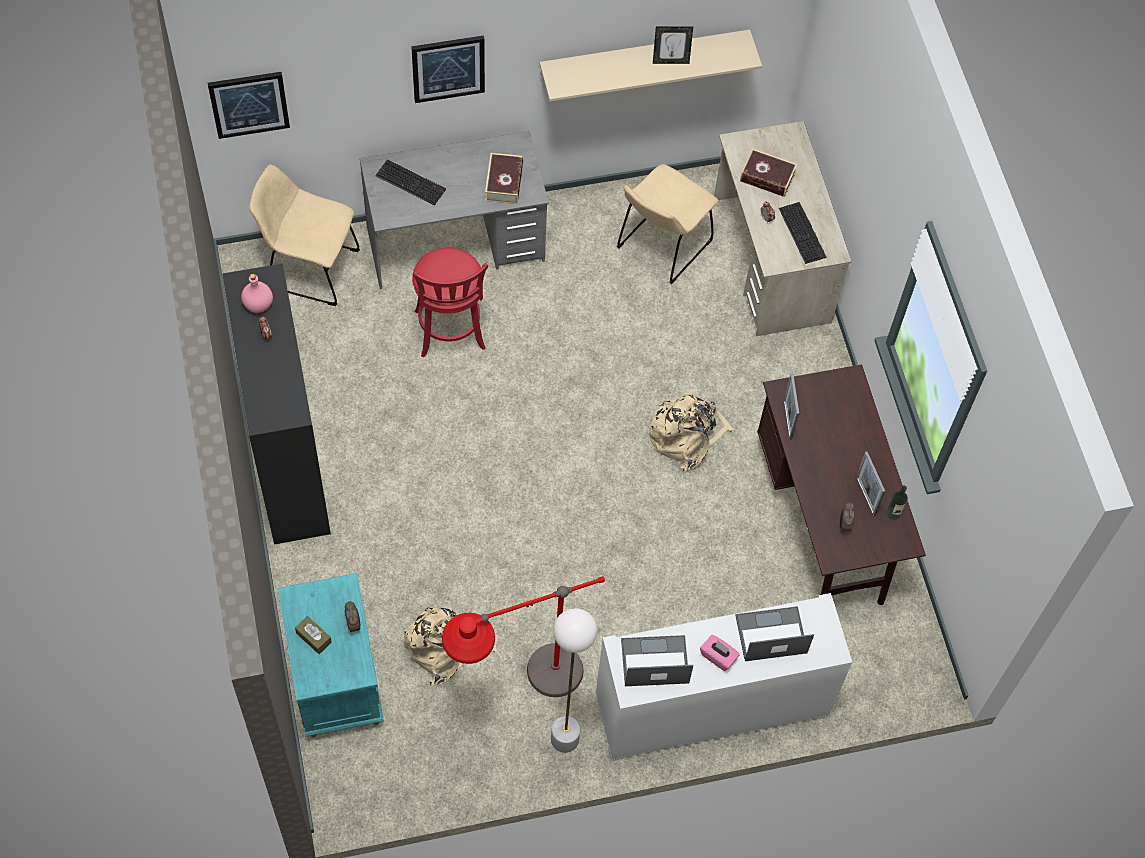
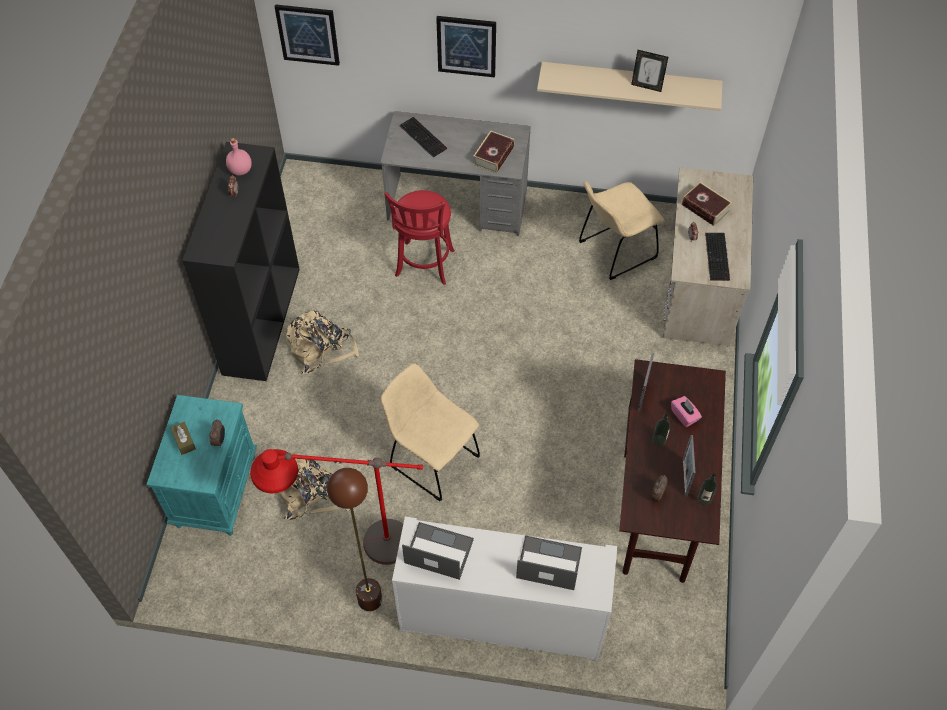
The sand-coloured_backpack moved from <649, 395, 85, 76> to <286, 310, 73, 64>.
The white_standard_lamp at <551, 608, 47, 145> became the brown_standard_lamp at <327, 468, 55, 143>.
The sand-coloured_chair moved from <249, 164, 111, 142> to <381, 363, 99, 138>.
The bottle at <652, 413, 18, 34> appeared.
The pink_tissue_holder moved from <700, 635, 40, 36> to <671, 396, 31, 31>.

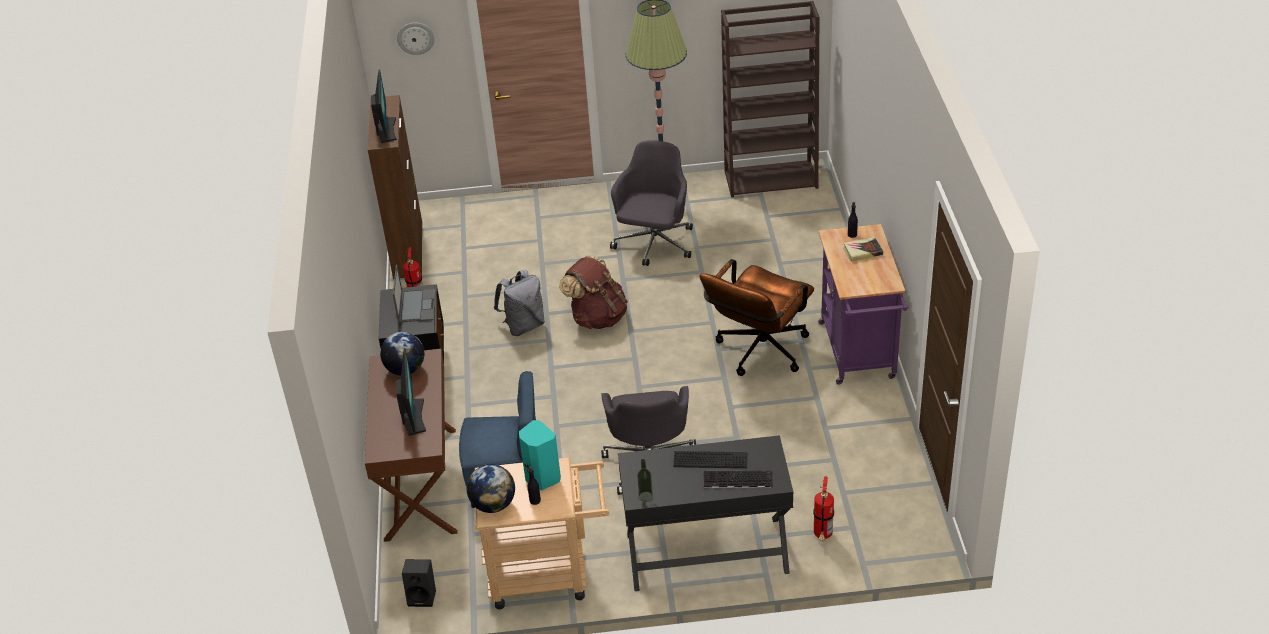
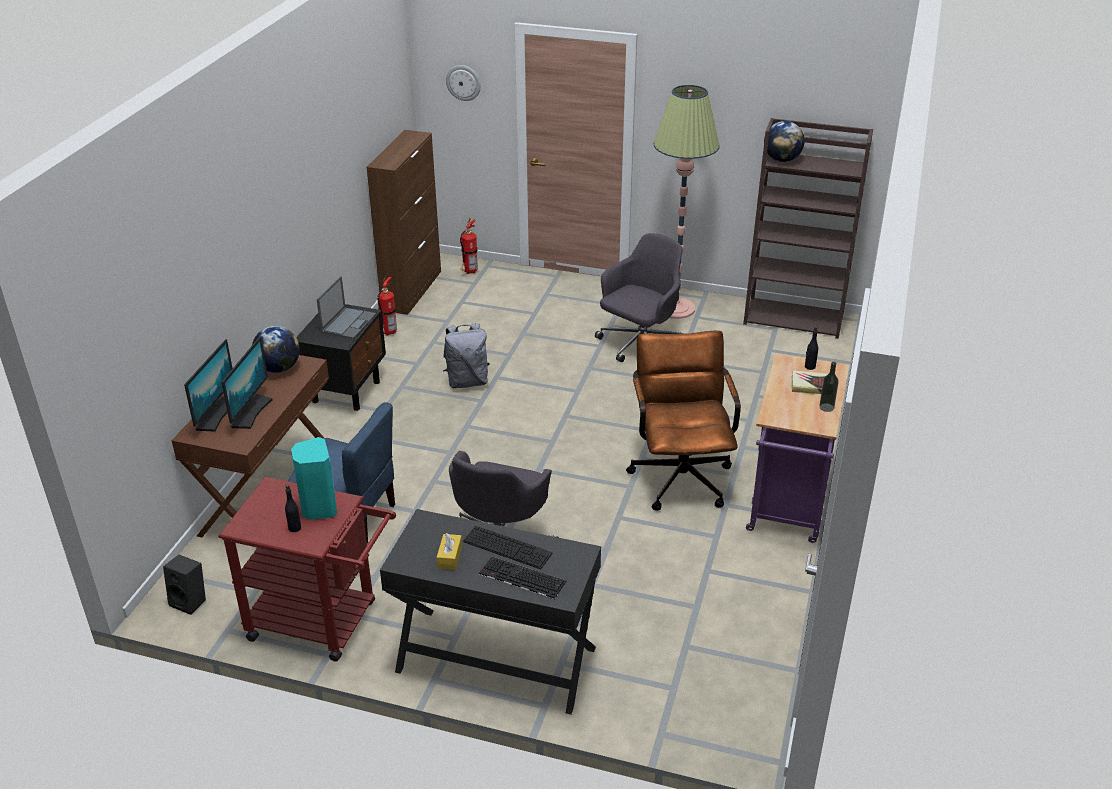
The computer_screen moved from <371, 70, 26, 73> to <184, 339, 49, 93>.
The sand-coloured_wheeled_cart at <475, 457, 135, 152> became the red-coloured_wheeled_cart at <218, 477, 178, 185>.
The yellow-coloured_tissue_holder at <437, 533, 25, 37> appeared.
The fire_extinguisher moved from <813, 477, 21, 64> to <460, 218, 18, 56>.
The brown_computer_chair at <700, 259, 114, 117> turned 120 degrees clockwise.
The world_globe moved from <467, 464, 48, 49> to <764, 121, 41, 41>.
The bottle moved from <637, 459, 16, 43> to <819, 362, 20, 50>.
The brown_backpack at <559, 255, 69, 74> disappeared.

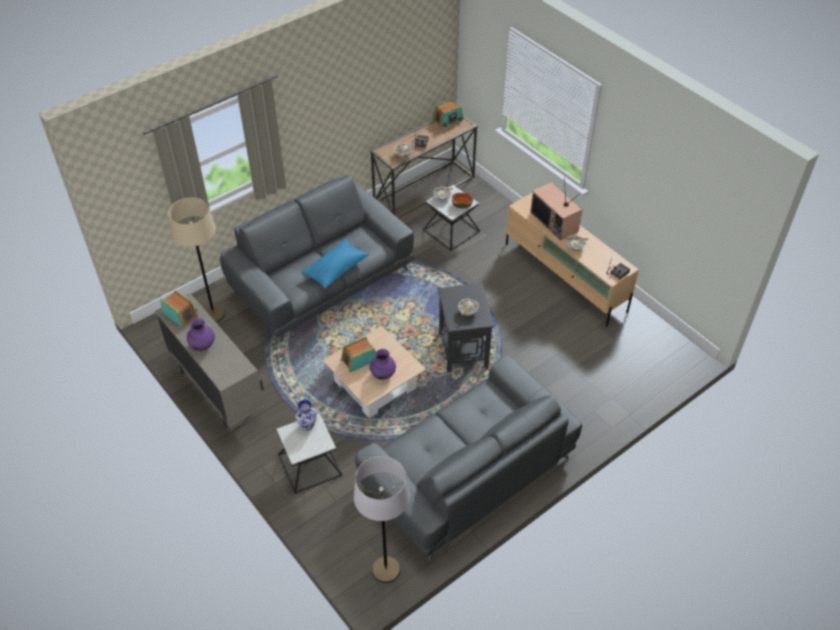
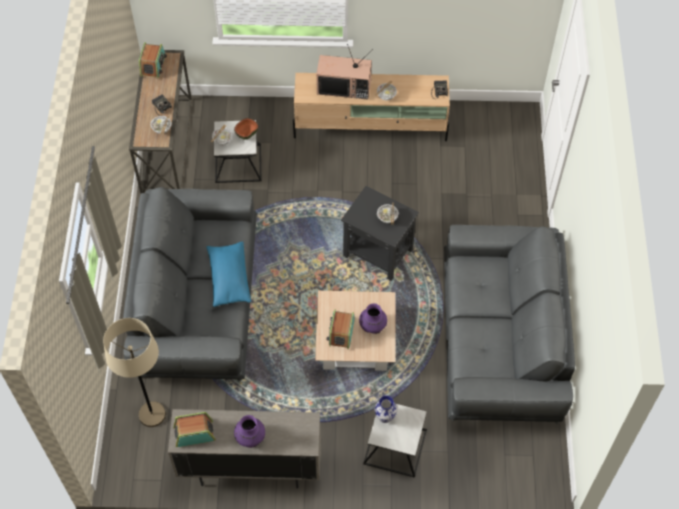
The gray_standard_lamp at <354, 456, 56, 127> disappeared.

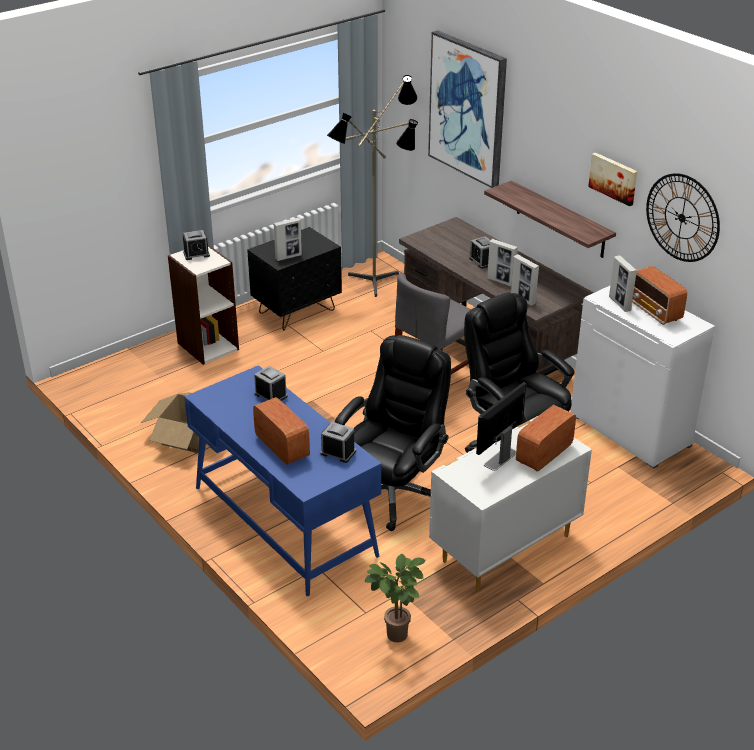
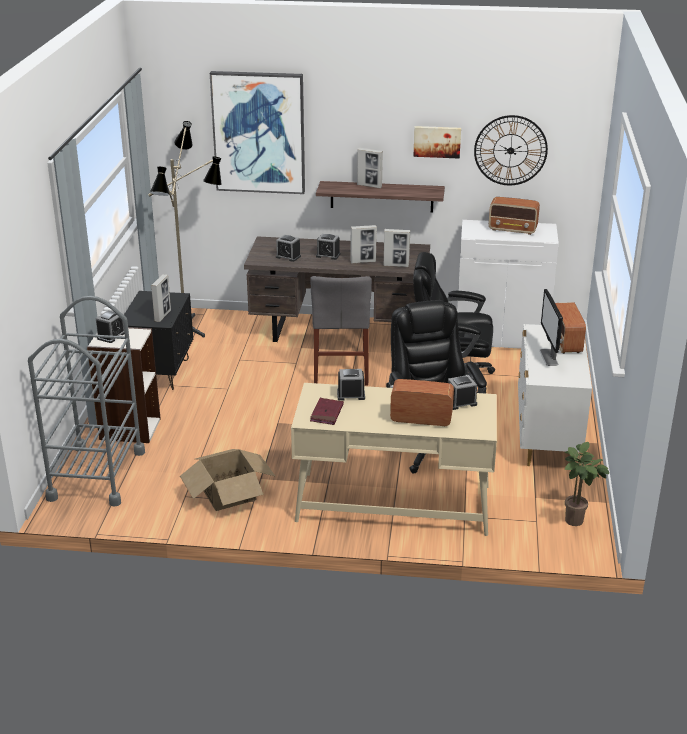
The gray_wheeled_cart at <28, 296, 117, 211> appeared.
The table_clock at <276, 235, 25, 27> appeared.
The blue-coloured_desk at <184, 365, 197, 231> became the sand-coloured_desk at <291, 383, 206, 153>.
The red-coloured_volume at <310, 398, 34, 27> appeared.
The standing_frame moved from <609, 255, 28, 57> to <357, 147, 26, 41>.

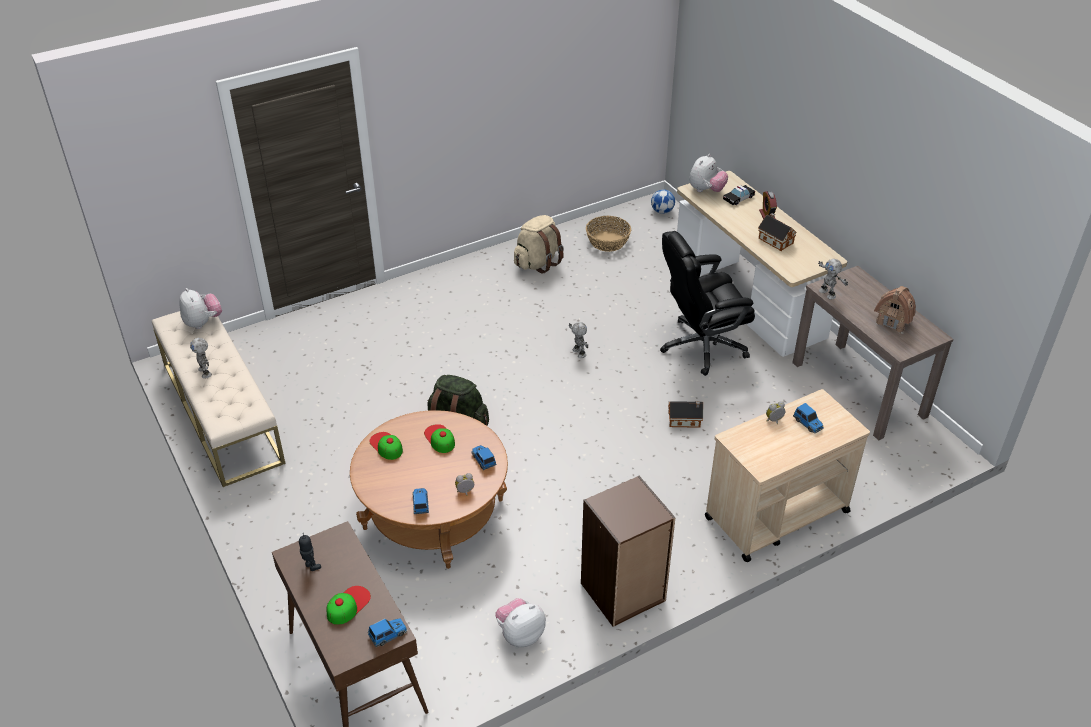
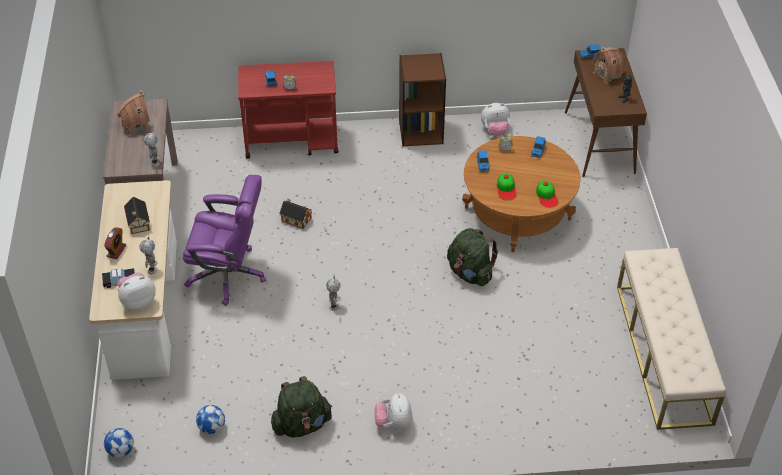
The toy_robot moved from <190, 338, 22, 41> to <139, 237, 19, 37>.
The black-coloured_computer_chair at <660, 231, 95, 145> became the purple_computer_chair at <183, 175, 83, 131>.
The storage_basket at <586, 216, 45, 36> was replaced by the ball_for_football at <196, 405, 29, 29>.
The sand-coloured_wheeled_cart at <705, 389, 165, 173> became the red-coloured_wheeled_cart at <238, 61, 100, 98>.
The sand-coloured_backpack at <514, 215, 50, 59> became the greenish_backpack at <271, 376, 61, 62>.
The plush_toy moved from <179, 288, 43, 41> to <374, 393, 38, 38>.
The baseball_cap at <327, 586, 44, 39> was replaced by the toy_house at <592, 47, 33, 37>.

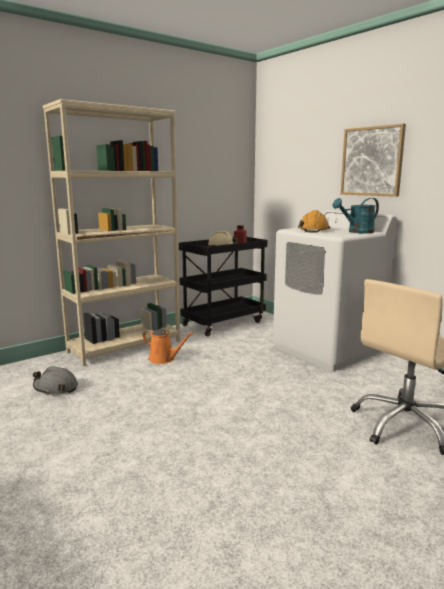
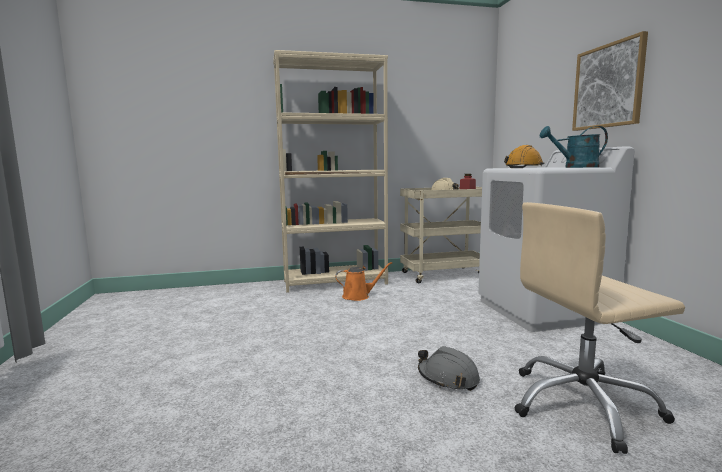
The orange_watering_pot at <143, 330, 51, 34> turned 60 degrees counterclockwise.
The black-coloured_wheeled_cart at <179, 237, 88, 99> became the sand-coloured_wheeled_cart at <400, 187, 82, 97>.
The gray_hard_hat moved from <33, 366, 45, 29> to <418, 346, 62, 45>.

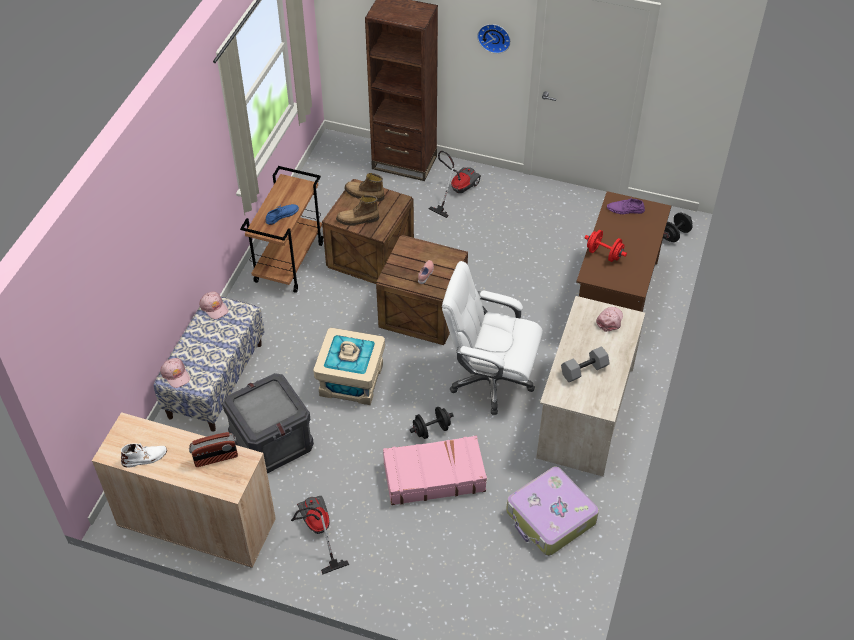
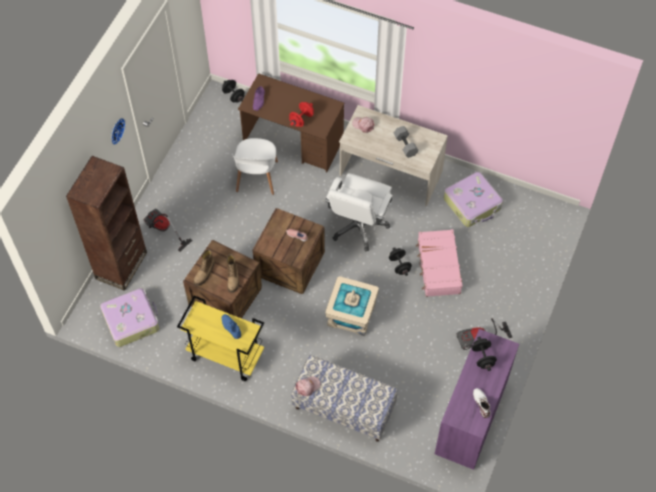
The piece_of_luggage at <100, 288, 59, 59> appeared.
The brown_wheeled_cart at <240, 166, 83, 127> became the yellow-coloured_wheeled_cart at <177, 296, 87, 85>.
The white_chair at <233, 138, 45, 57> appeared.
The sand-coloured_storage_cabinet at <92, 412, 184, 156> became the purple_storage_cabinet at <435, 329, 84, 141>.
The radio_receiver at <189, 432, 49, 35> was replaced by the black-coloured_hand_weight at <472, 336, 25, 35>.
The pink_baseball_cap at <160, 358, 30, 30> disappeared.
The shipping_crate at <222, 373, 92, 101> disappeared.

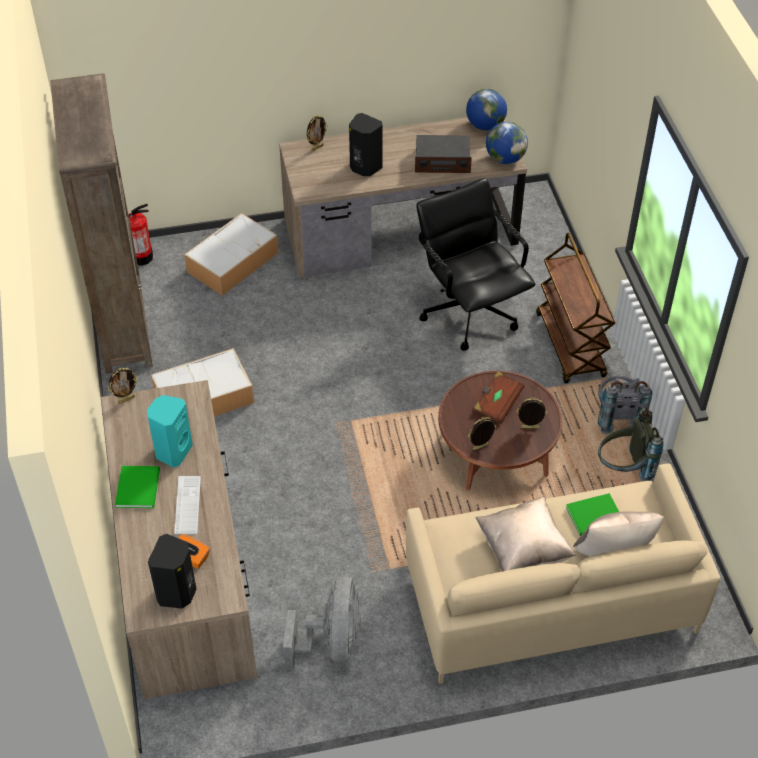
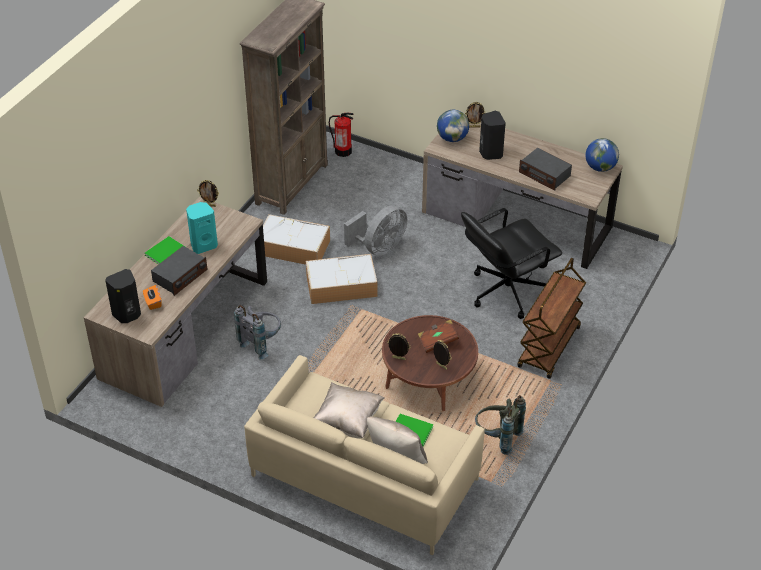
The PC_keyboard at <174, 476, 27, 58> was replaced by the radio_receiver at <151, 246, 57, 50>.
The gray_backpack moved from <598, 376, 54, 58> to <234, 305, 47, 55>.
The storage_bin moved from <184, 213, 95, 83> to <306, 254, 71, 50>.
The gray_cooling_fan moved from <283, 576, 78, 94> to <344, 205, 63, 51>.
The world_globe moved from <486, 122, 42, 42> to <437, 110, 32, 32>.
The black-coloured_computer_chair at <416, 178, 119, 173> turned 135 degrees counterclockwise.

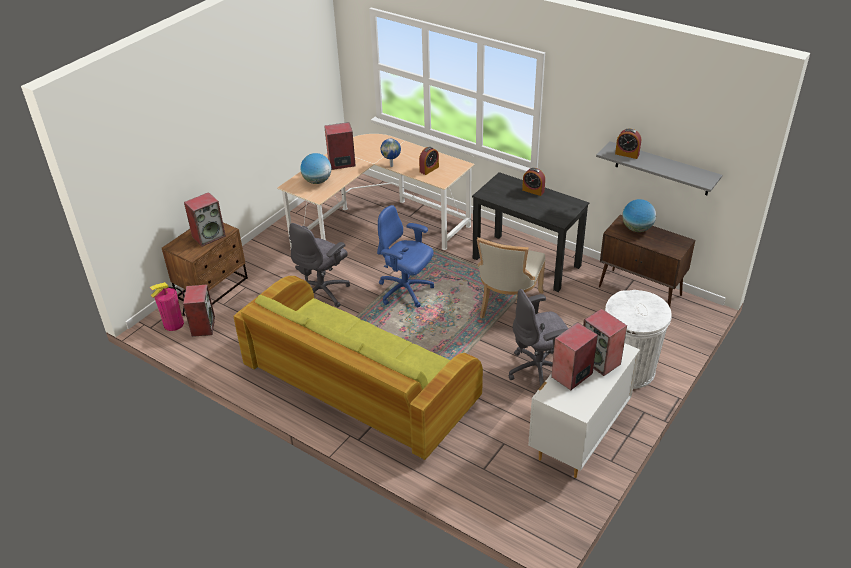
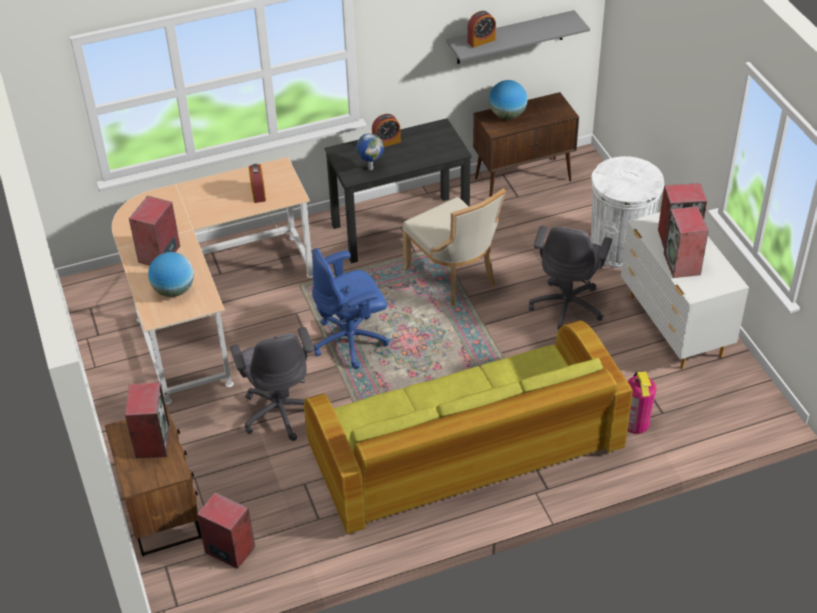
The world_globe moved from <380, 139, 21, 28> to <356, 133, 28, 37>.
The fire_extinguisher moved from <149, 282, 36, 49> to <627, 371, 29, 63>.

